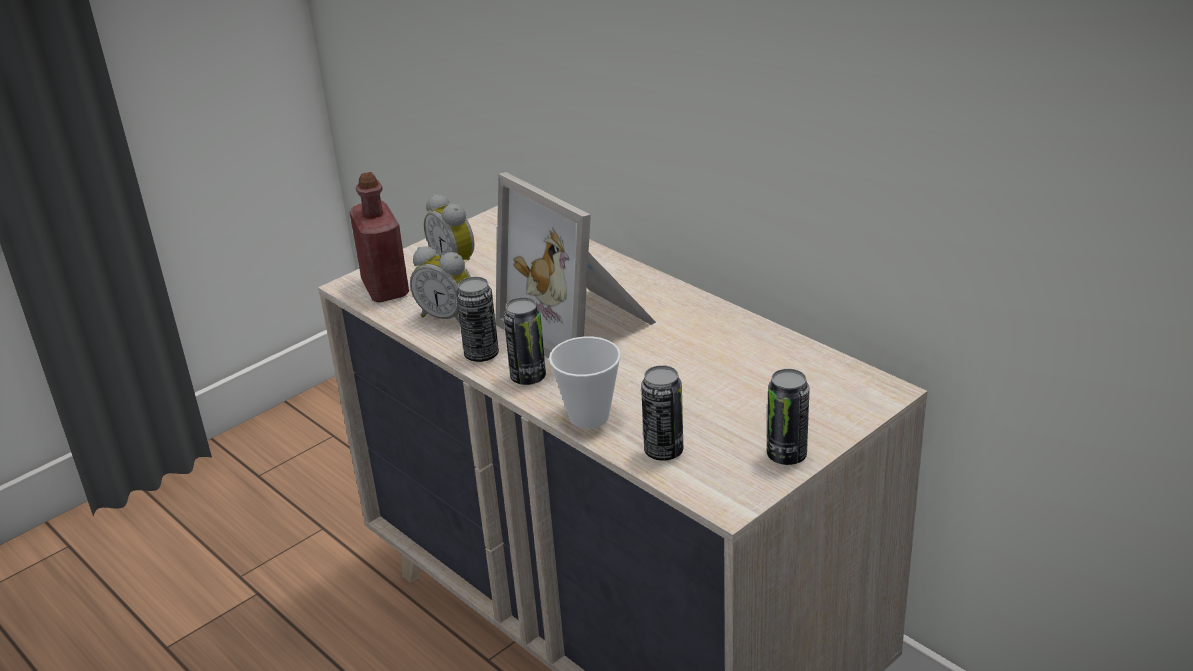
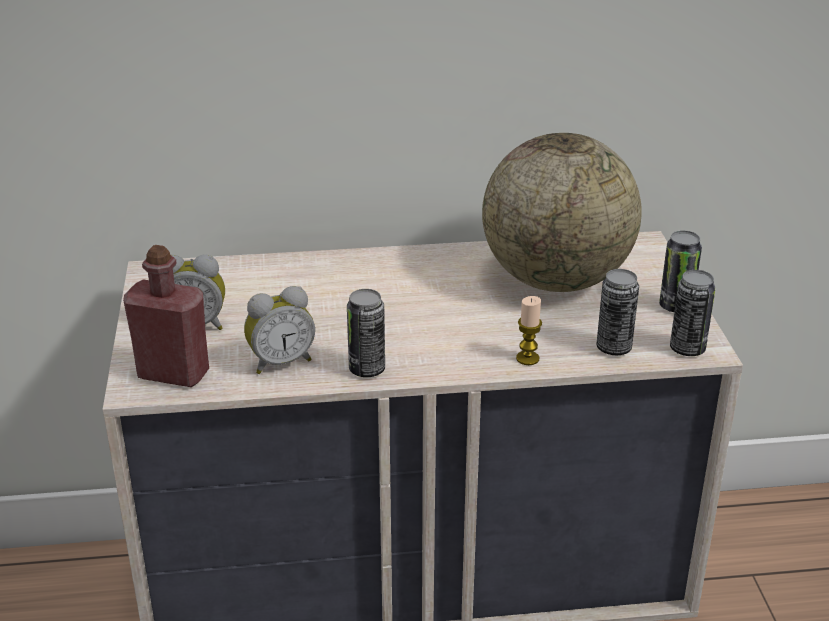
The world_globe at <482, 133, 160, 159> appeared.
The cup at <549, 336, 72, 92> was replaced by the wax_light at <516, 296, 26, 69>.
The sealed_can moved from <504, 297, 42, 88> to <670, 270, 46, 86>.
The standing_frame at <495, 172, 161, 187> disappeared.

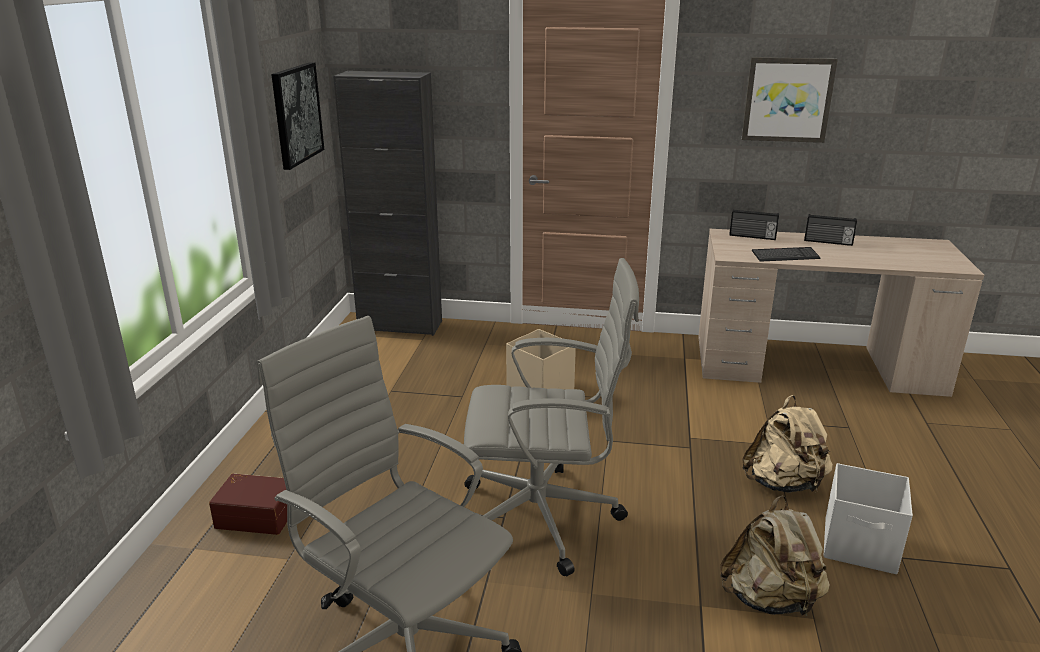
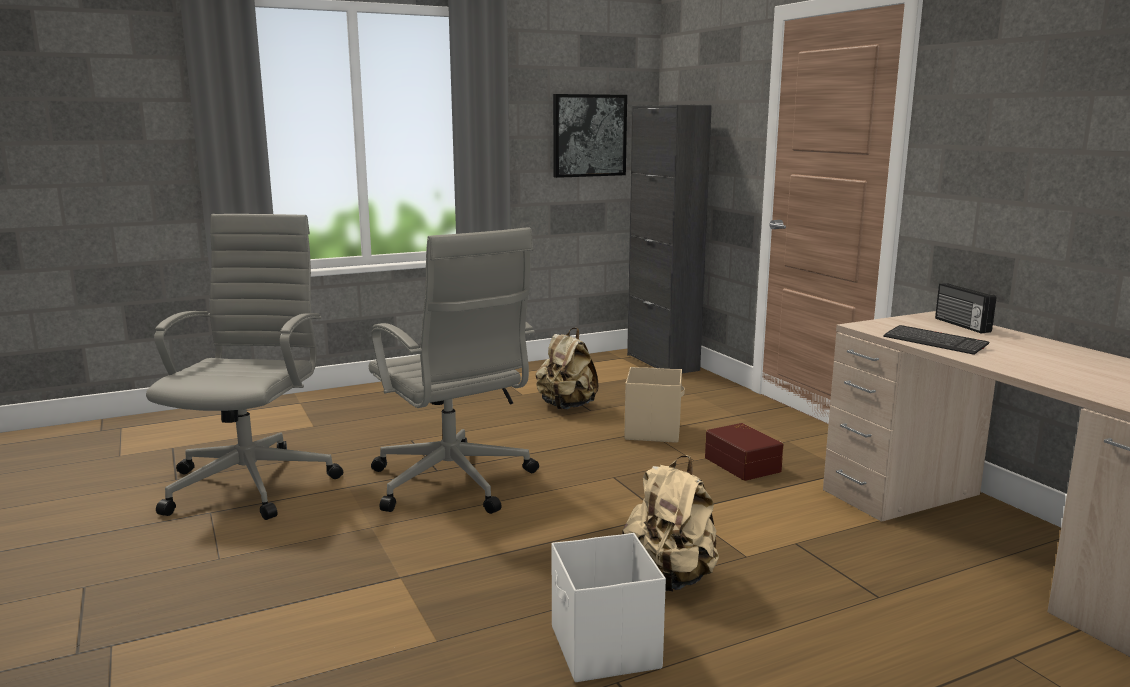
The sand-coloured_backpack moved from <720, 495, 110, 123> to <536, 328, 63, 81>.
The brown_storage_bin moved from <209, 474, 78, 61> to <705, 423, 78, 58>.
The wall_picture at <742, 57, 96, 86> disappeared.
The radio_receiver at <804, 214, 53, 32> disappeared.

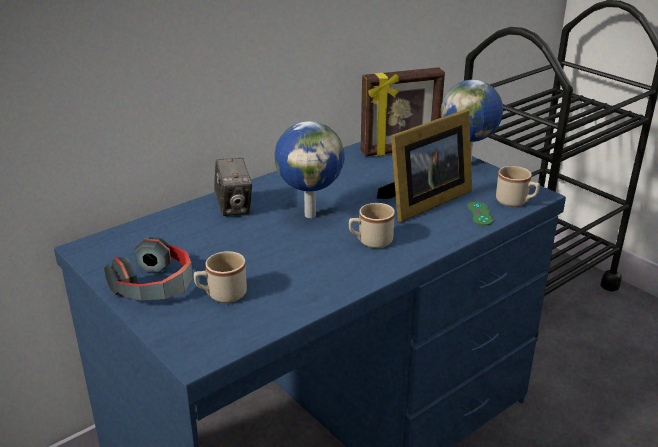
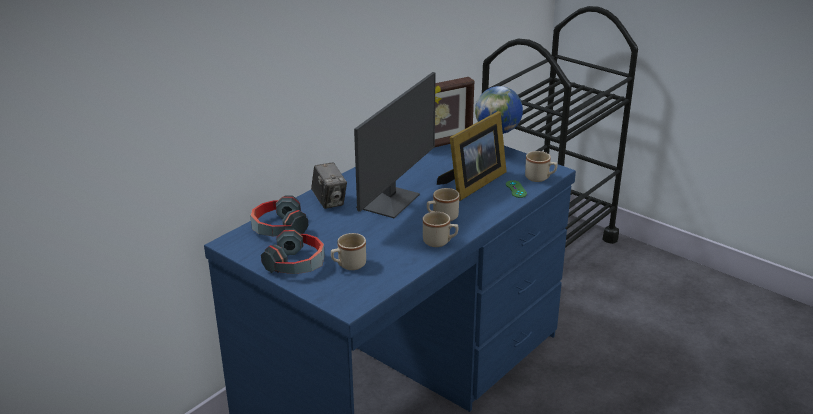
The headset at <250, 195, 59, 41> appeared.
The world_globe at <274, 121, 71, 97> was replaced by the computer_screen at <354, 72, 82, 146>.
The sand-coloured_coffee_mug at <423, 212, 35, 35> appeared.

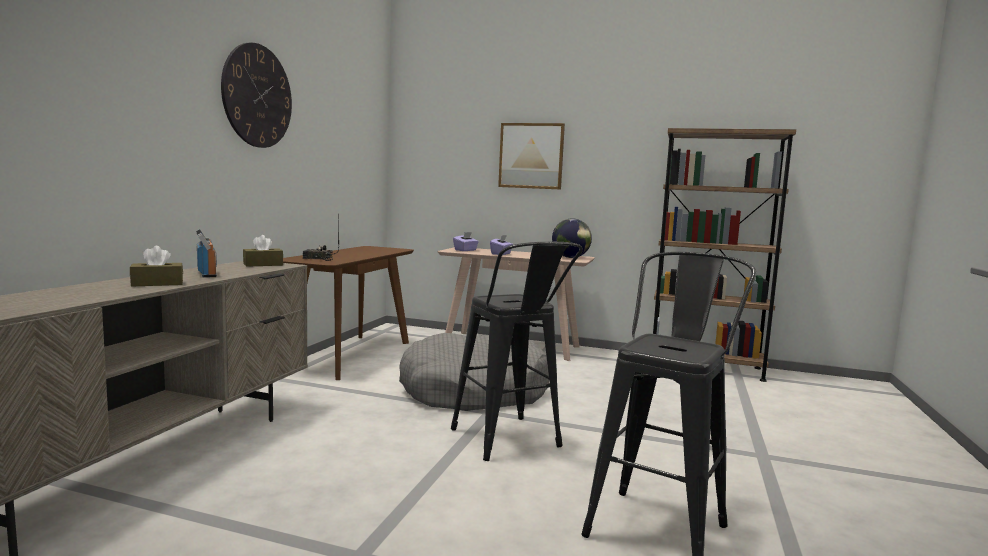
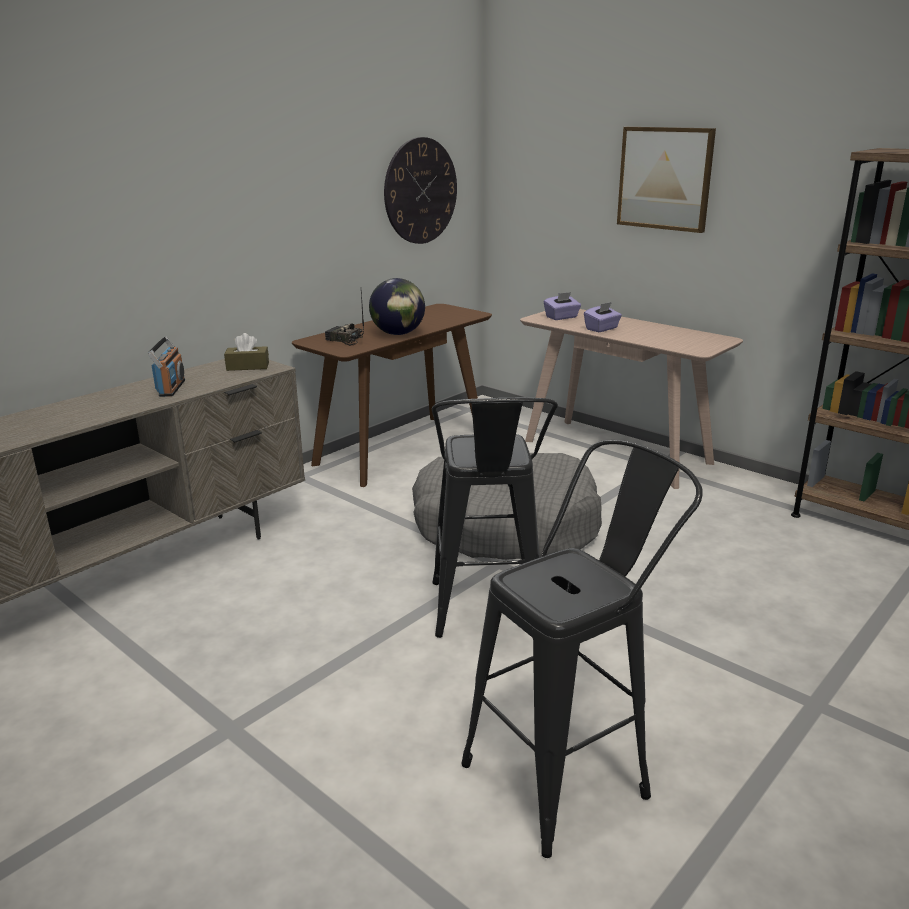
The world_globe moved from <552, 218, 40, 40> to <369, 278, 56, 57>.
The clock_on_the_wall moved from <221, 43, 71, 105> to <384, 137, 73, 107>.
The brown_tissue_holder at <130, 246, 53, 41> disappeared.

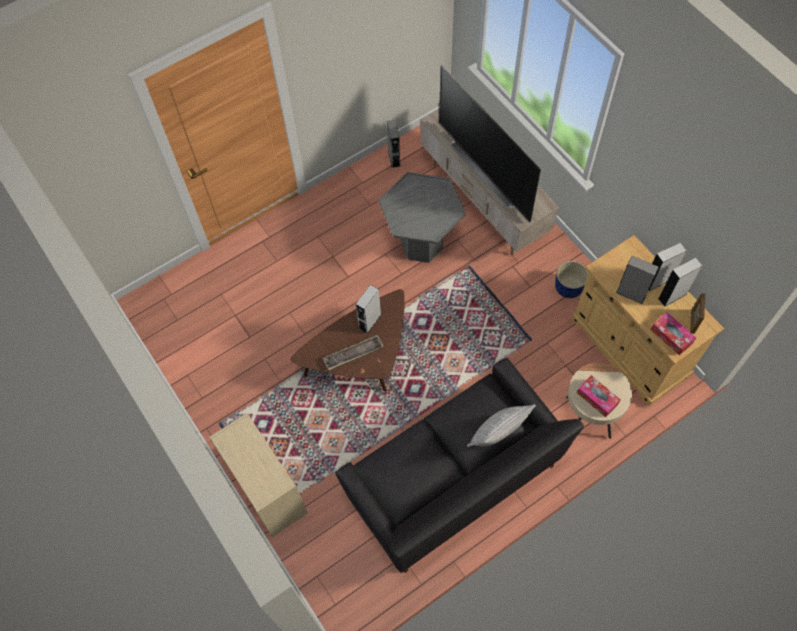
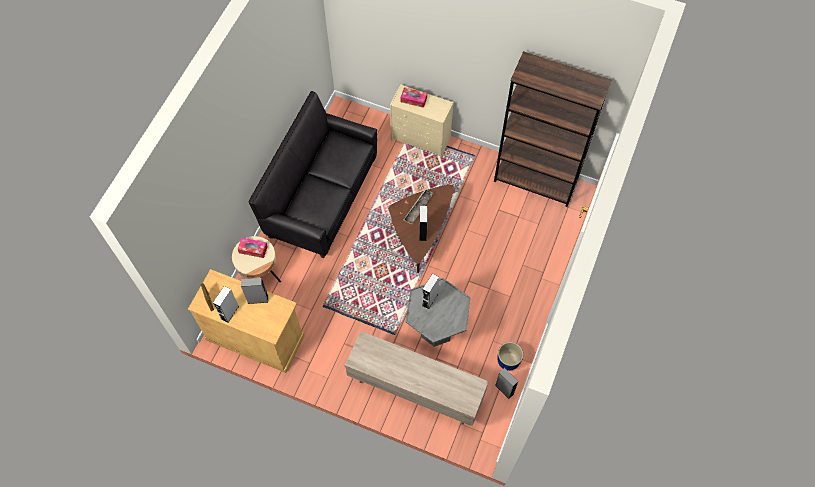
The tissue_holder moved from <650, 312, 46, 44> to <401, 87, 26, 21>.
The gray_loudspeaker moved from <648, 243, 38, 48> to <422, 273, 17, 37>.
The brown_shelving_unit at <494, 51, 118, 156> appeared.
The blue-coloured_flower_pot moved from <555, 261, 34, 37> to <497, 342, 26, 29>.
The television at <439, 65, 102, 157> disappeared.
The throw_pillow at <467, 404, 69, 43> disappeared.

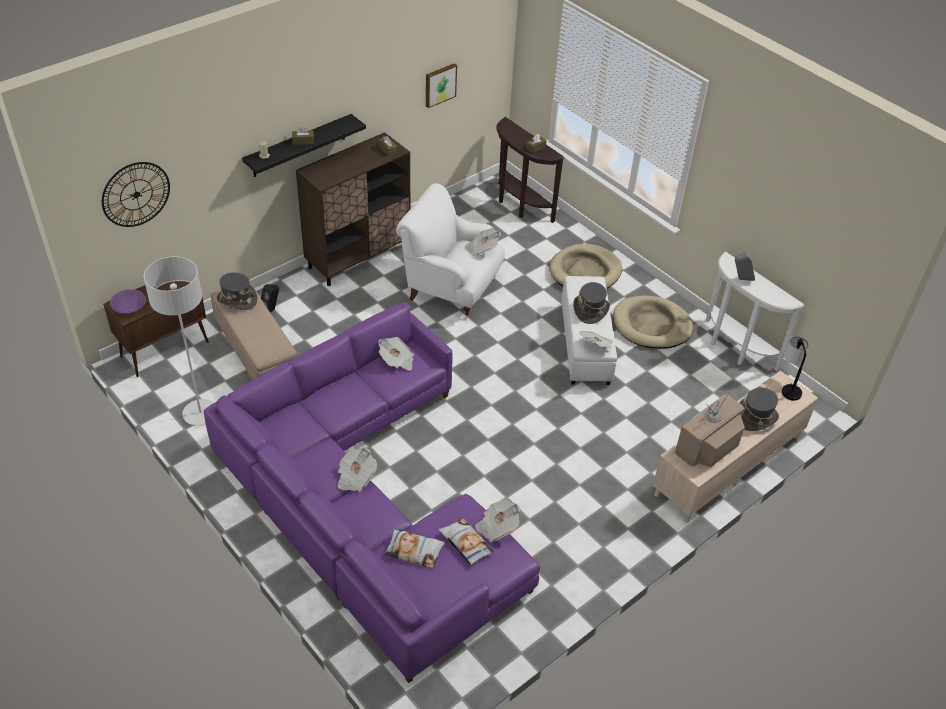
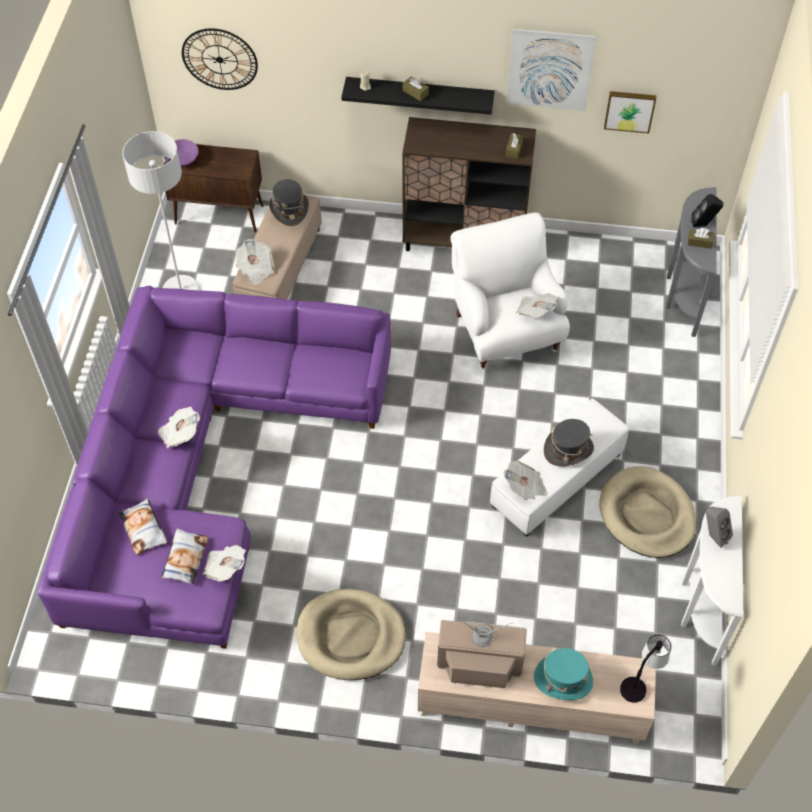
The newspaper moved from <378, 337, 36, 34> to <236, 239, 38, 46>.
The sand-coloured_dog_cushion moved from <549, 244, 73, 45> to <296, 589, 110, 91>.
The wall_picture at <507, 28, 89, 83> appeared.
The gray_clothing_hat at <739, 388, 40, 43> became the blue-green_clothing_hat at <534, 648, 59, 52>.
The brown_console_table at <496, 117, 68, 106> became the gray_console_table at <666, 187, 51, 150>.
The black-coloured_loudspeaker moved from <261, 284, 18, 29> to <691, 194, 32, 33>.

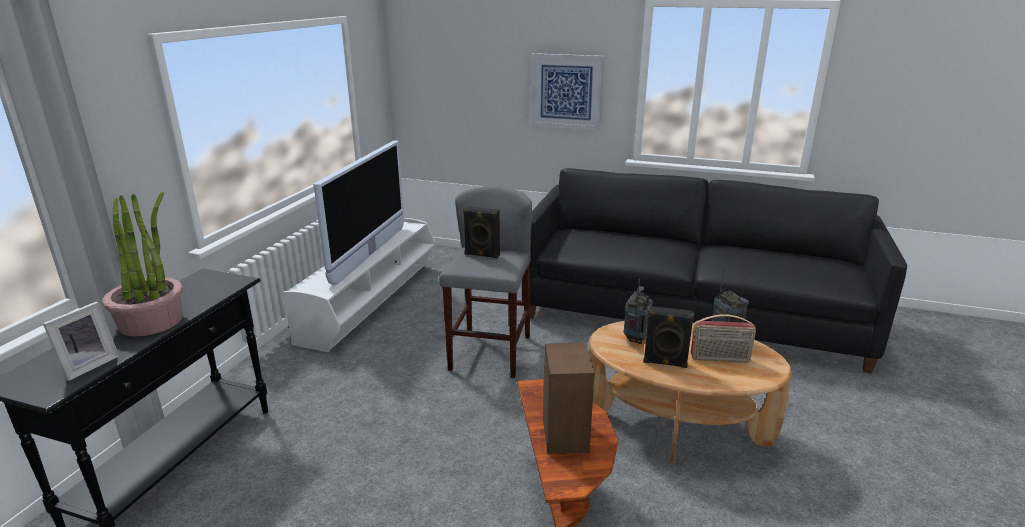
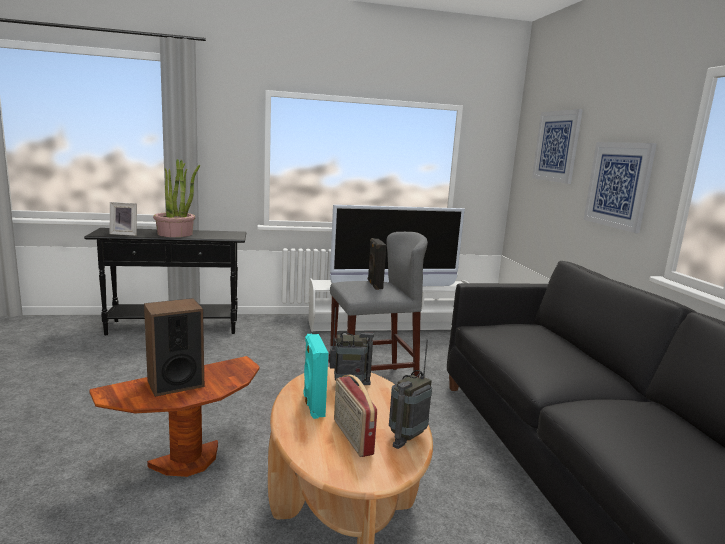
The black-coloured_loudspeaker at <643, 306, 51, 62> became the blue-green_loudspeaker at <303, 334, 25, 85>.
The wall_picture at <532, 109, 51, 75> appeared.

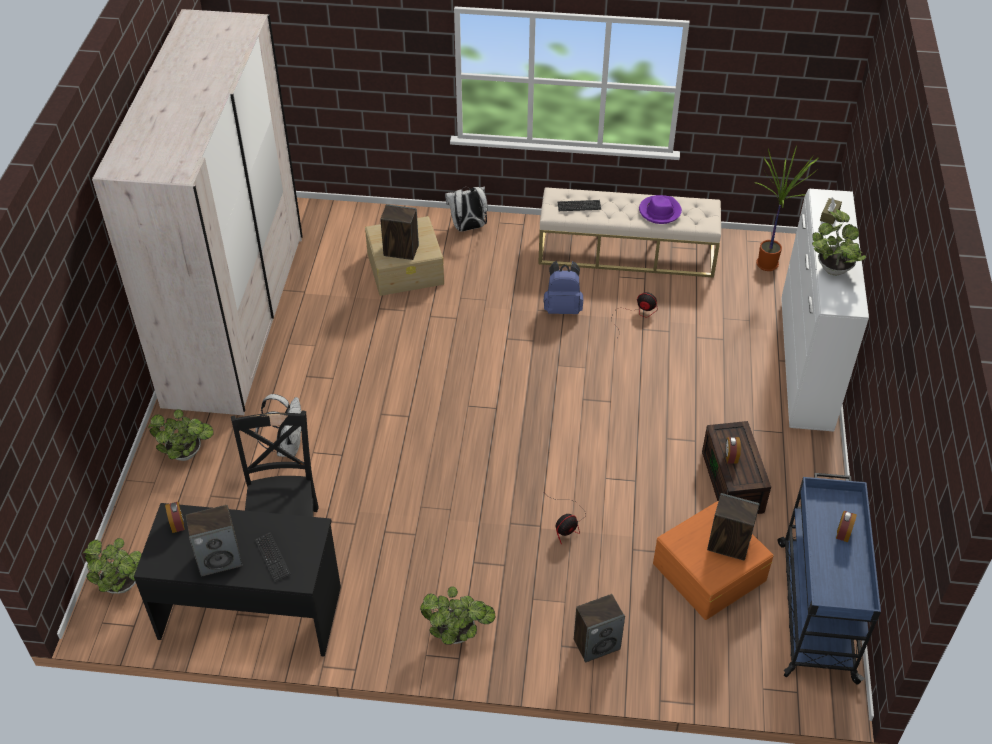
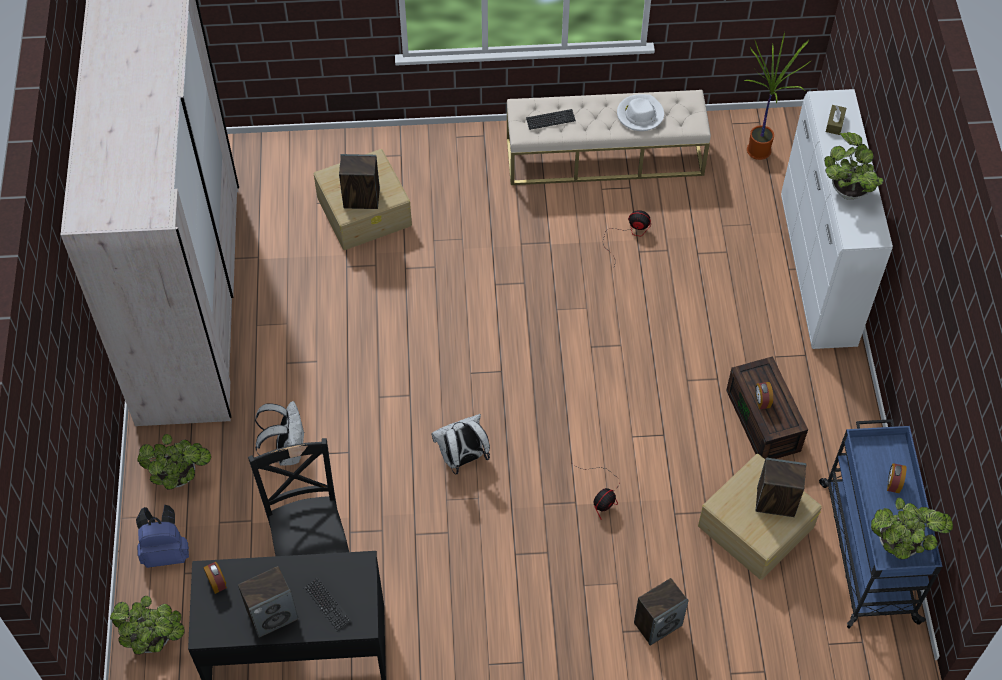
The blue-coloured_backpack moved from <543, 261, 40, 53> to <136, 505, 53, 63>.
The white_backpack moved from <445, 187, 43, 45> to <432, 414, 58, 61>.
The purple_clothing_hat at <639, 195, 43, 29> became the white_clothing_hat at <617, 94, 47, 37>.
The orange_storage_bin at <653, 501, 120, 119> became the sand-coloured_storage_bin at <698, 454, 124, 126>.
The potted_plant moved from <420, 586, 75, 59> to <871, 498, 82, 61>.

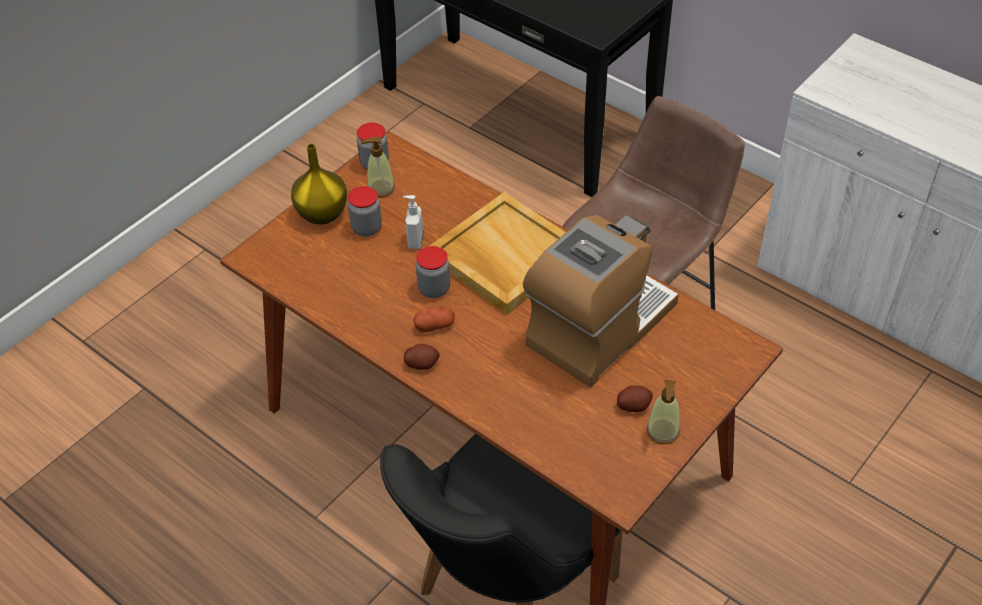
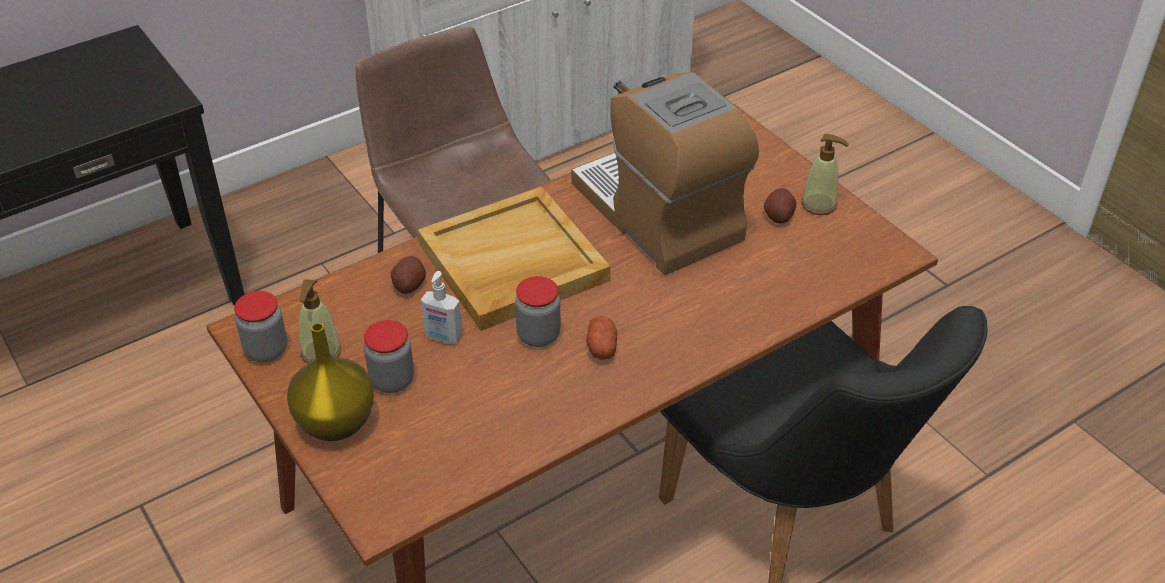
The spud moved from <404, 344, 36, 26> to <391, 256, 35, 38>.

